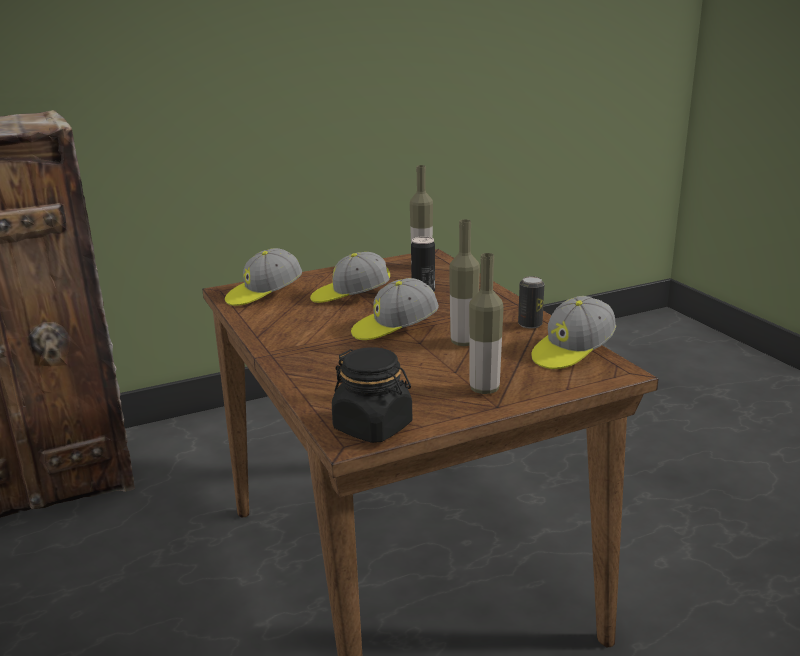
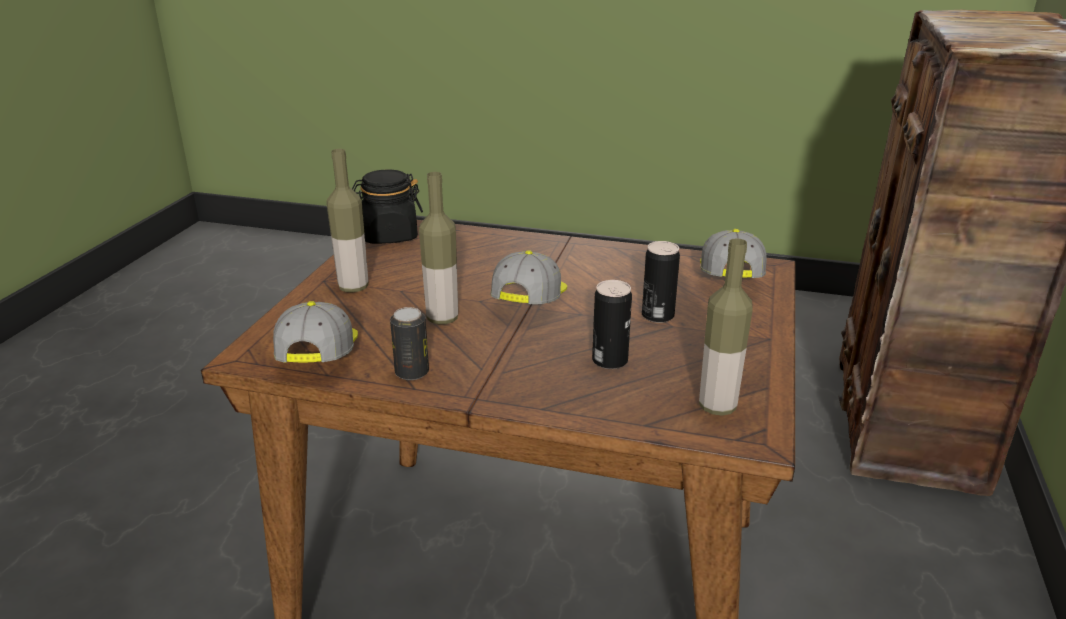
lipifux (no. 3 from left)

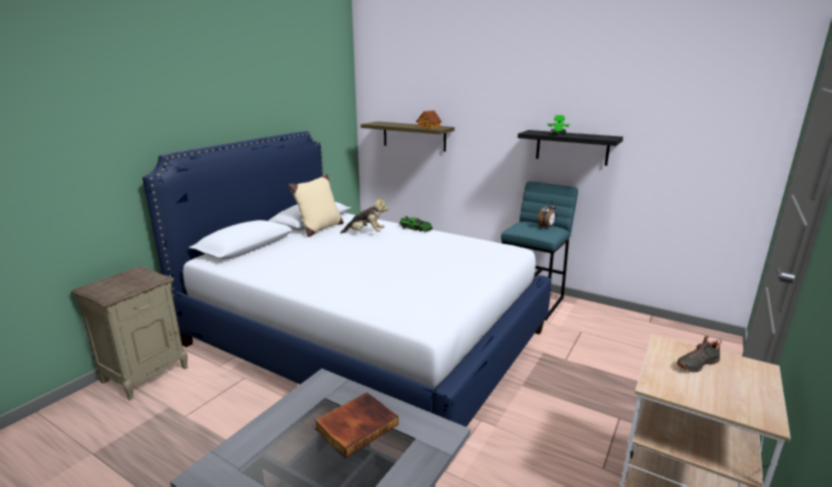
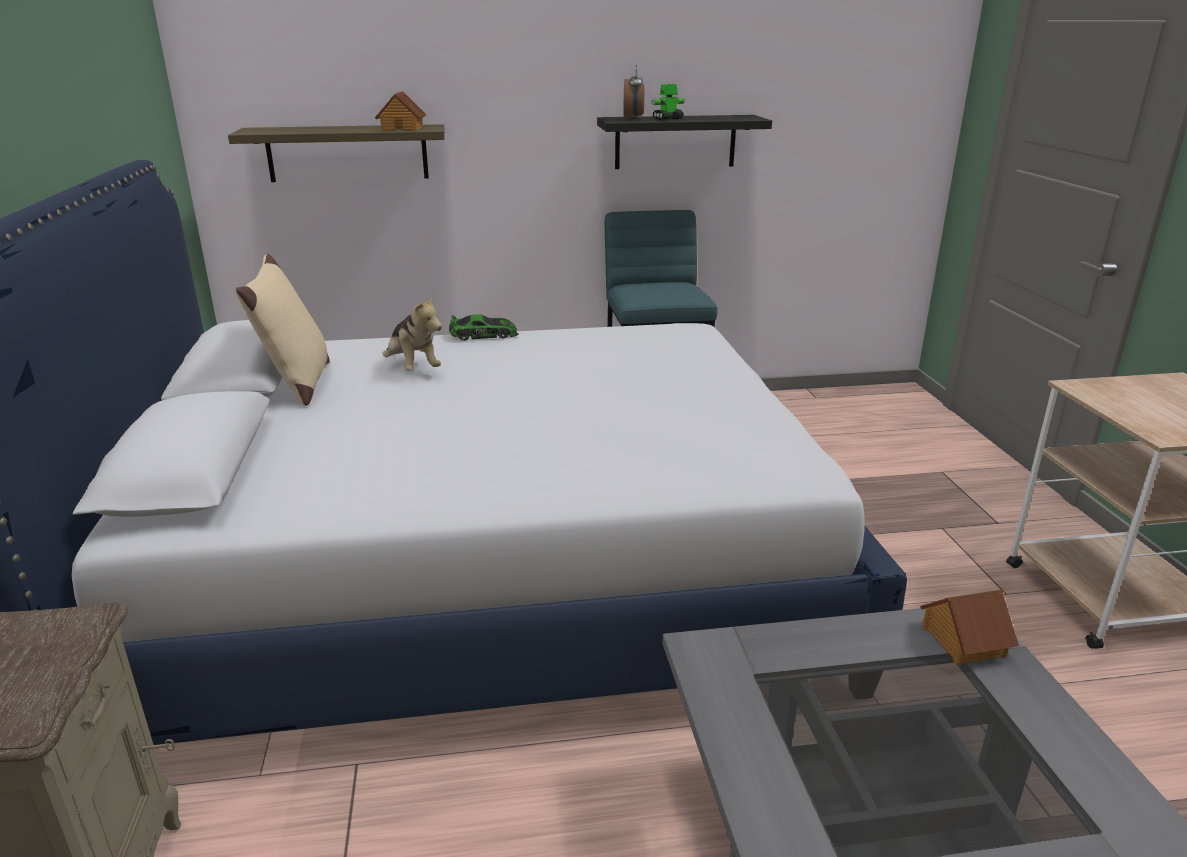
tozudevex; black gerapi; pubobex (no. 2 from left); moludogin; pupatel

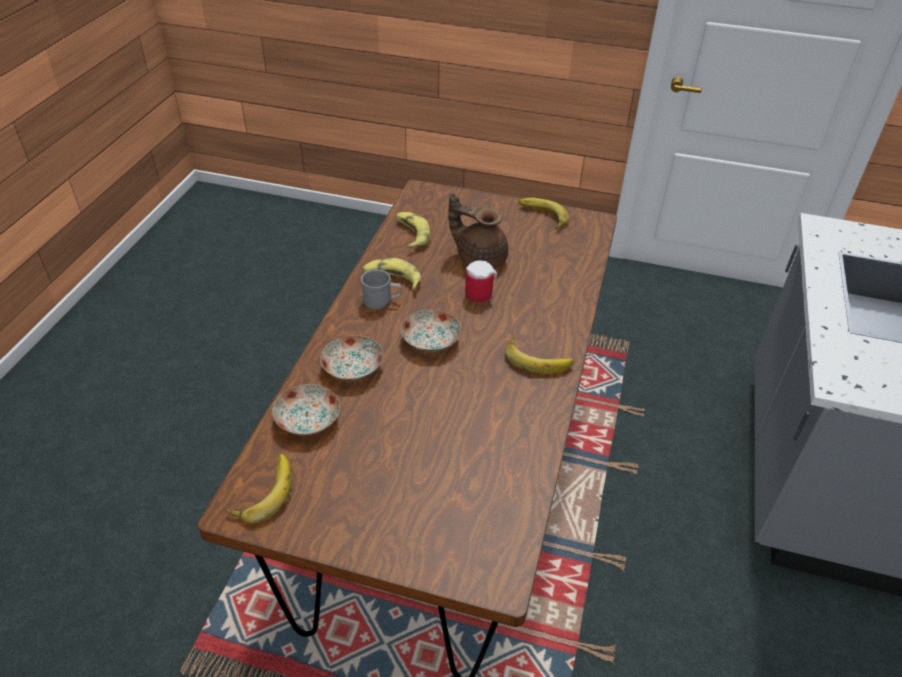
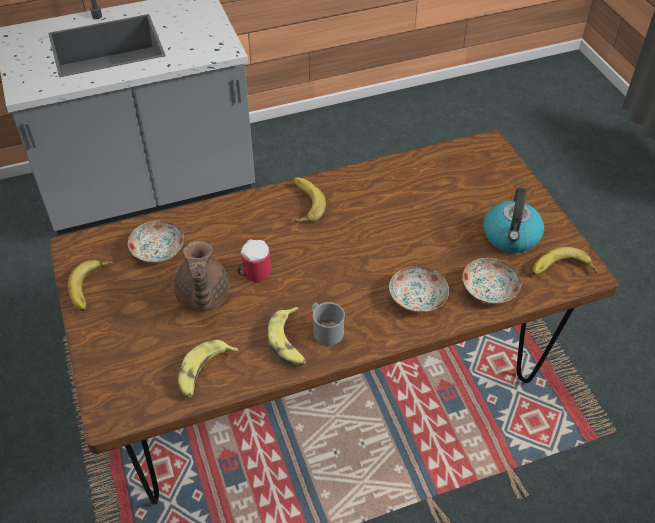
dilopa; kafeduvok (no. 1 from left)

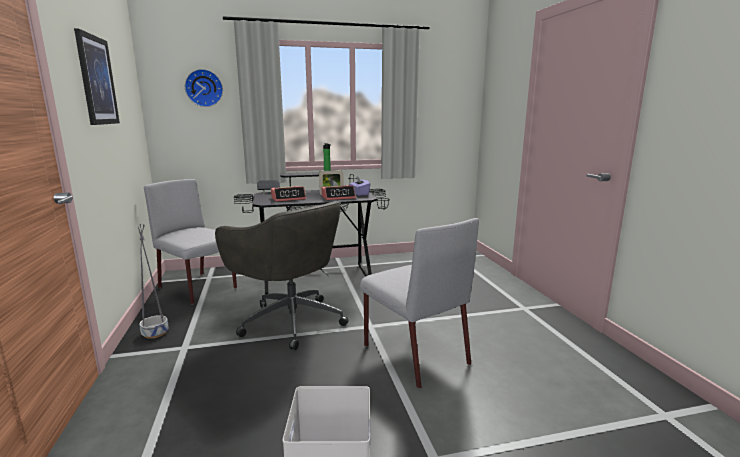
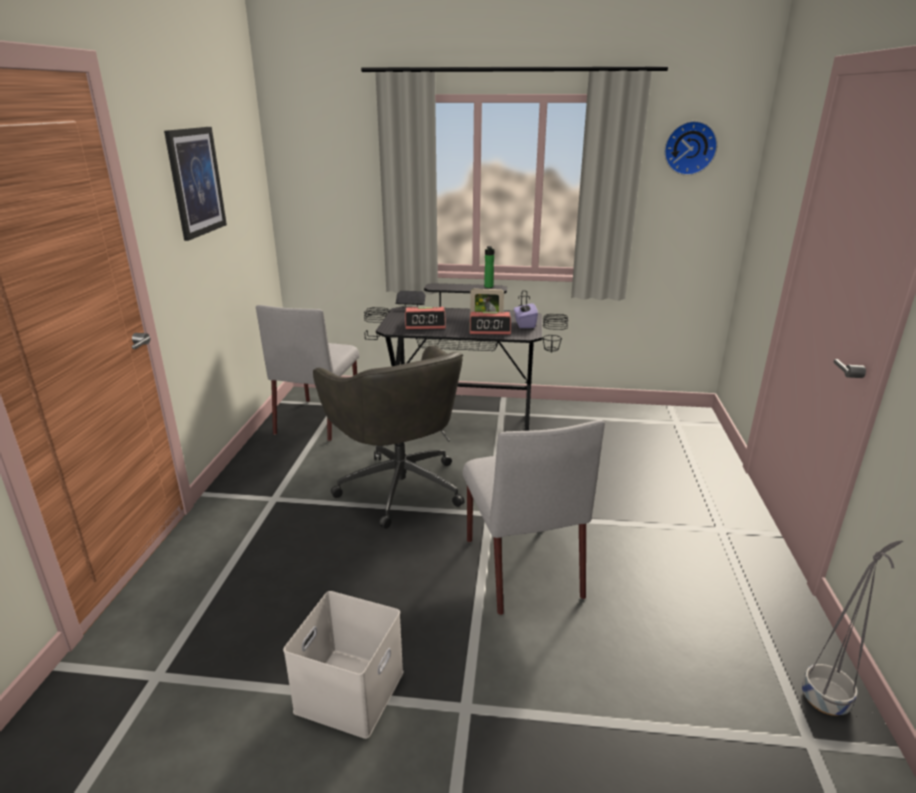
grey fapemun; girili; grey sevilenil (no. 1 from left)

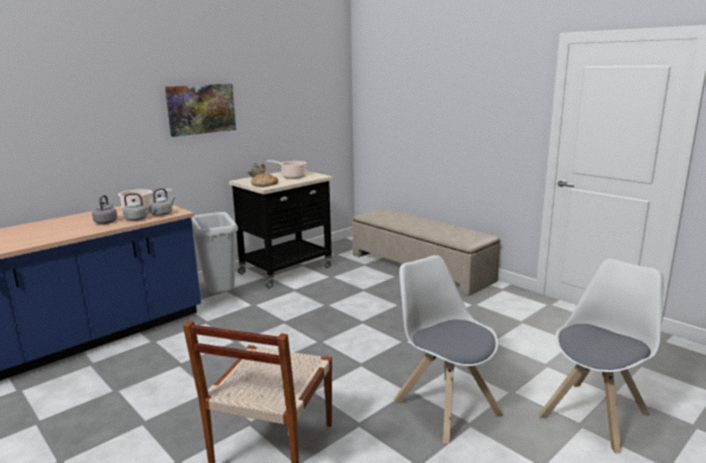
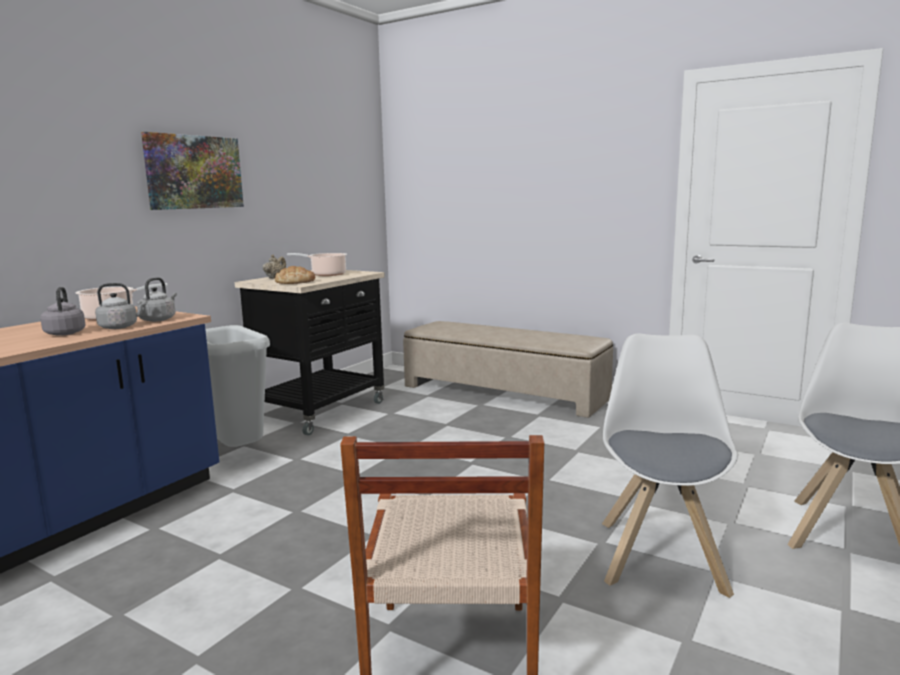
sevilenil (no. 2 from left)

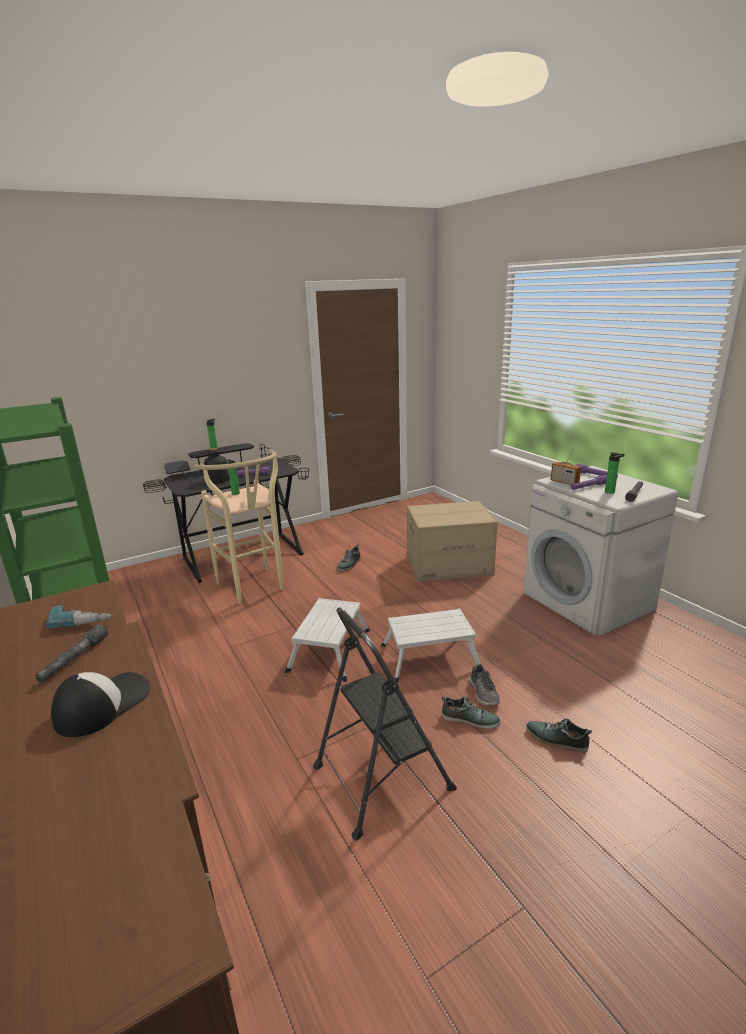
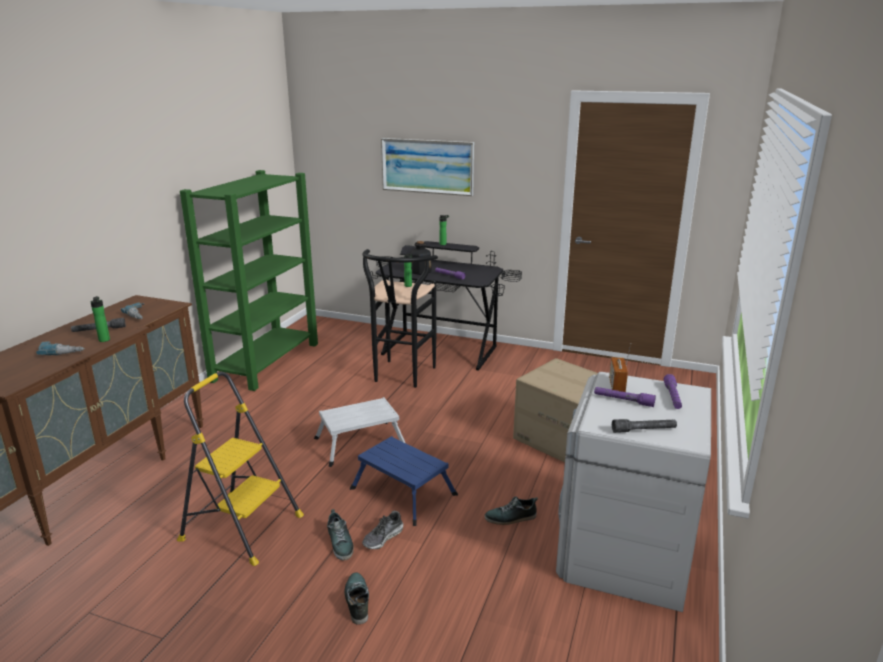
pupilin; gerapi (no. 4 from left); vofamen (no. 1 from left); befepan (no. 1 from left); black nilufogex; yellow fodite; blue fodite

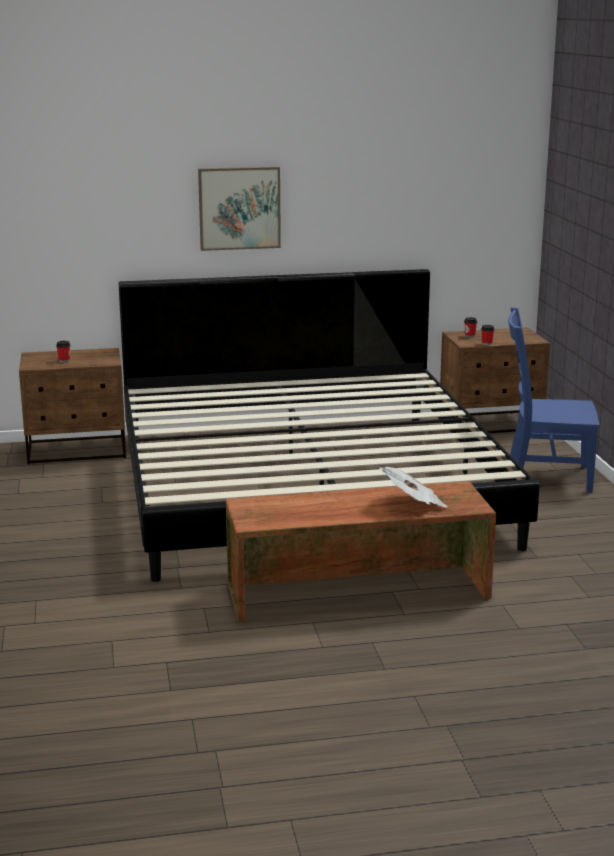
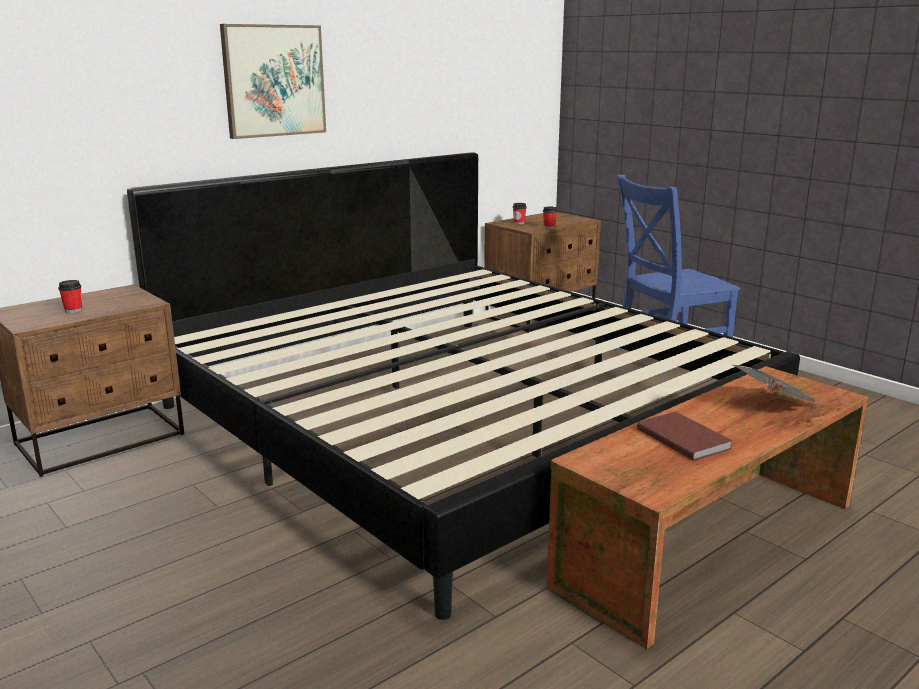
brown tozudevex

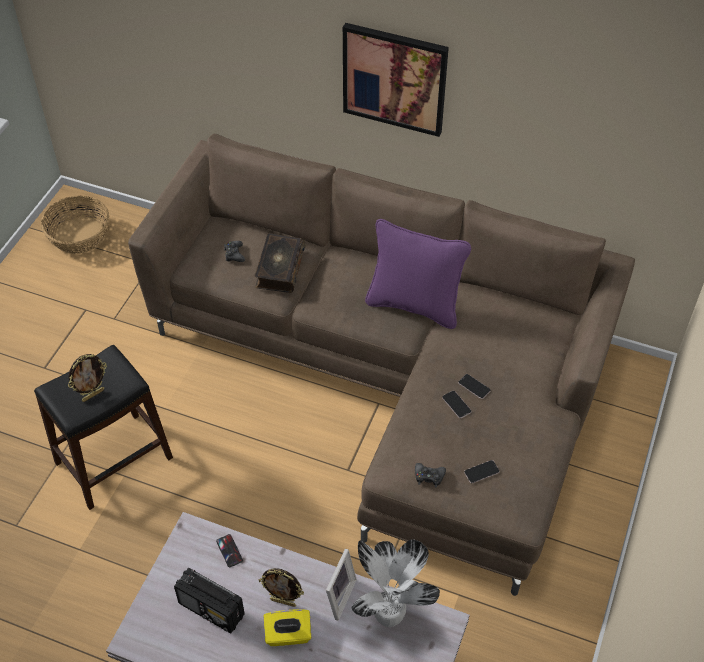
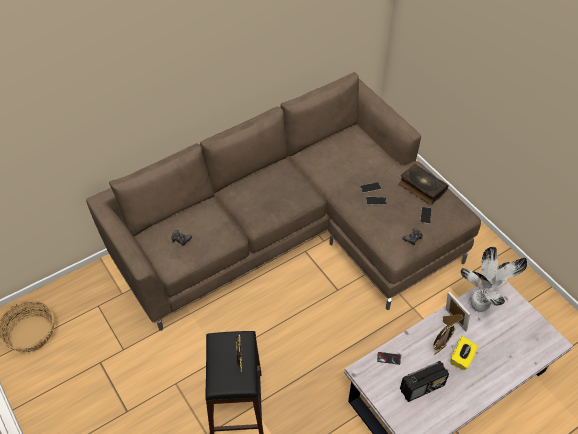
pupilin; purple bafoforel; tozudevex

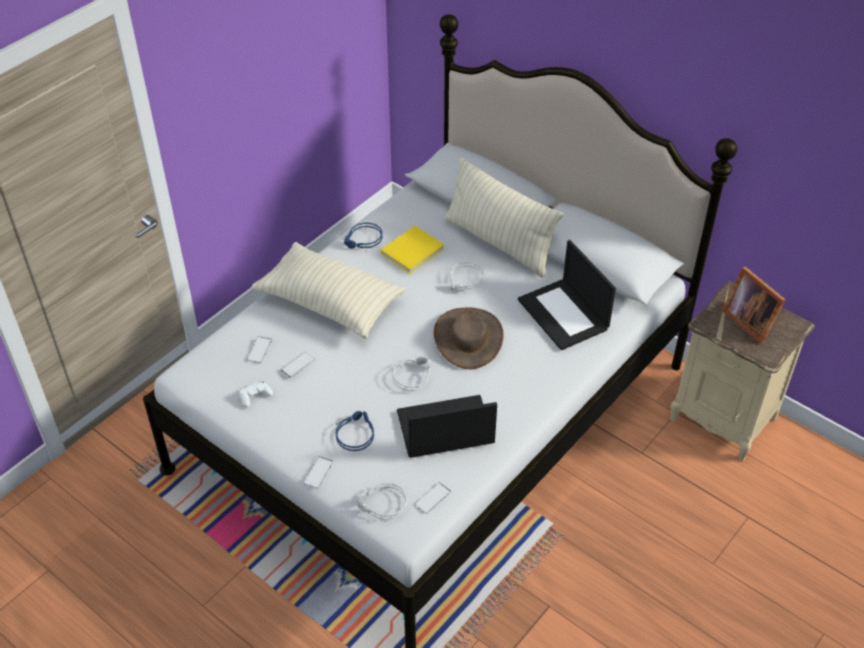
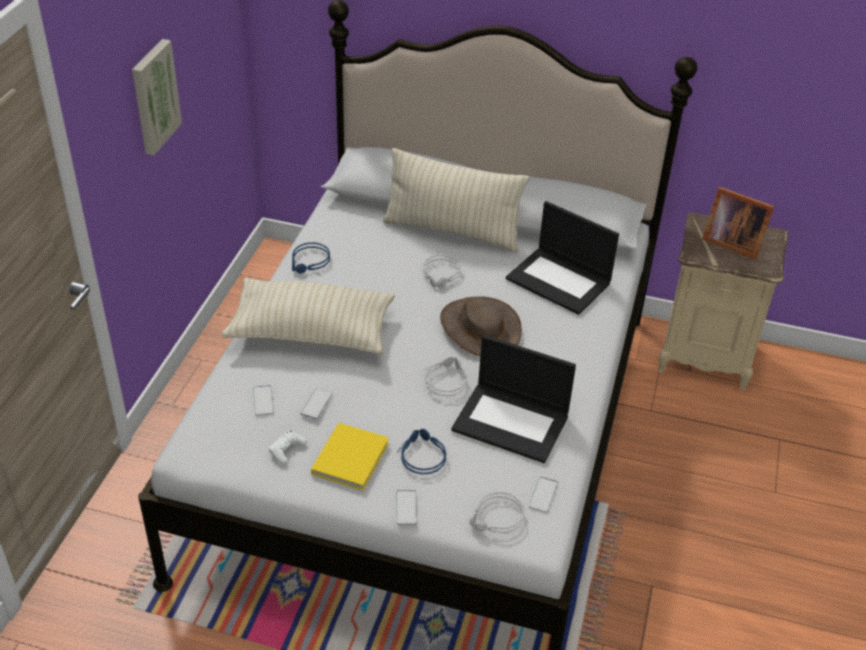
pupilin; yellow tozudevex; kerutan (no. 1 from left)

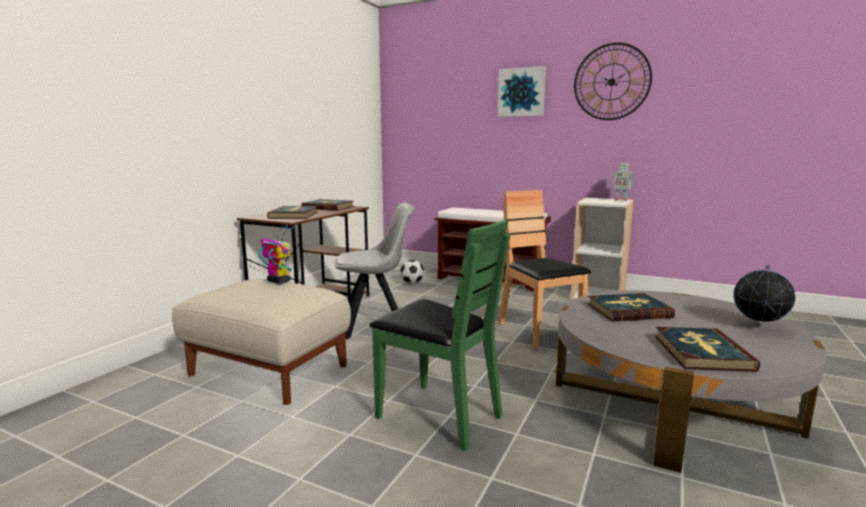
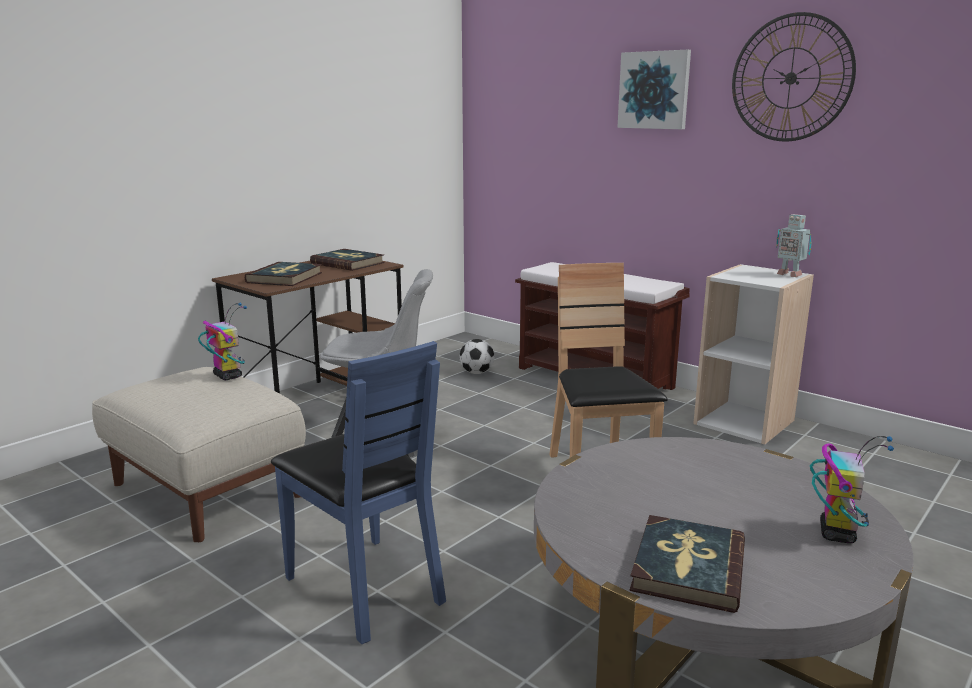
tozudevex (no. 3 from left in the first image); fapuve (no. 3 from left); blue sevilenil

